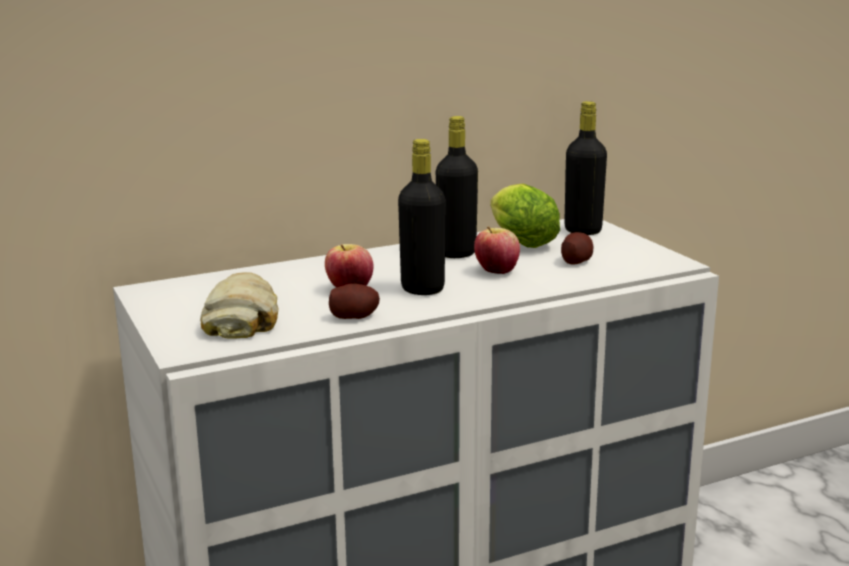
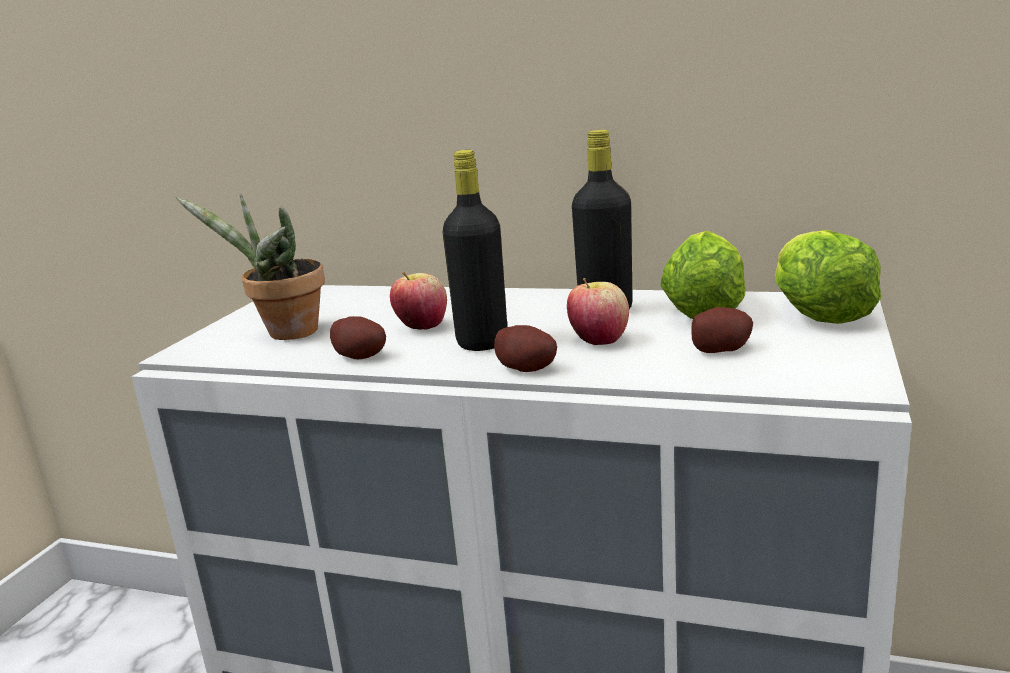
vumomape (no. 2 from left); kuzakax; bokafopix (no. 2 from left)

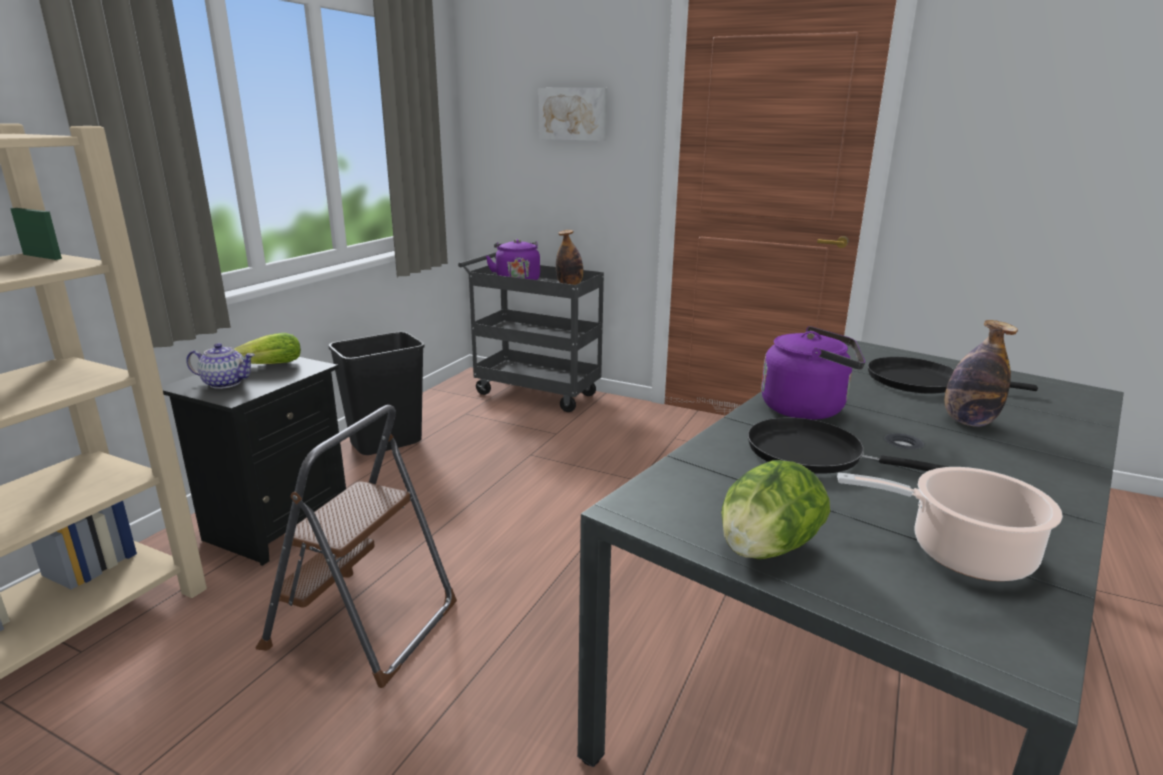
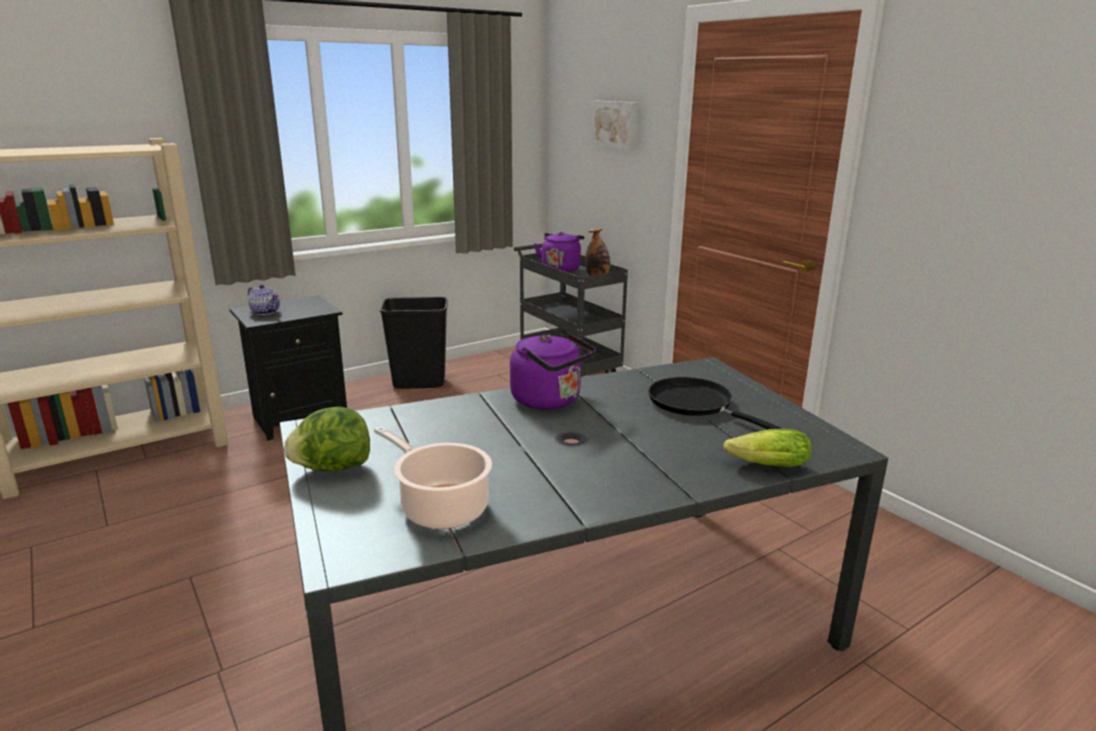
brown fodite; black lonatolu (no. 1 from left in the first image); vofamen (no. 2 from left in the first image); bokafopix (no. 2 from left)

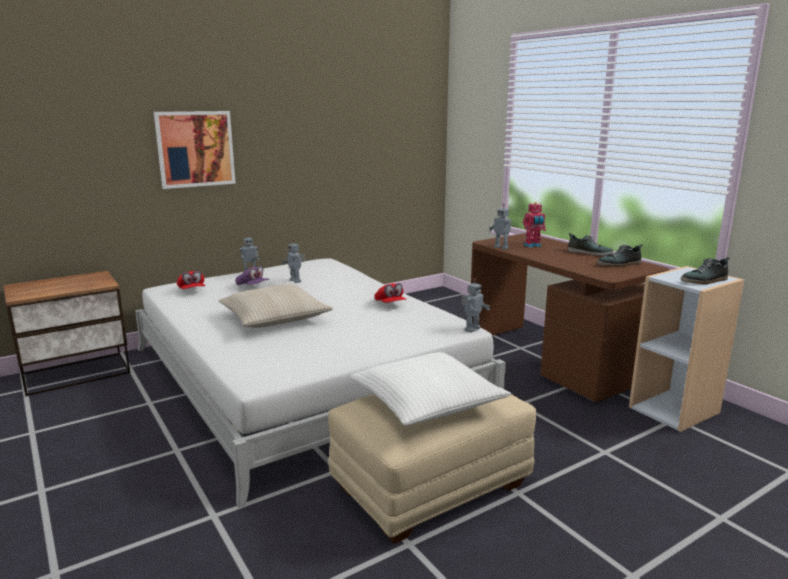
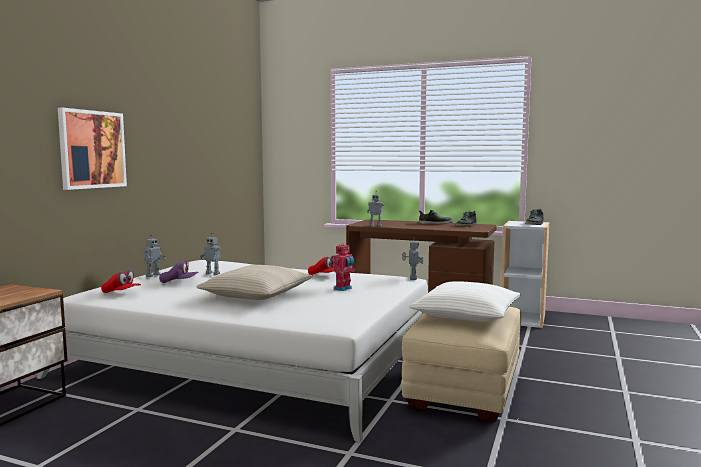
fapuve (no. 3 from left)

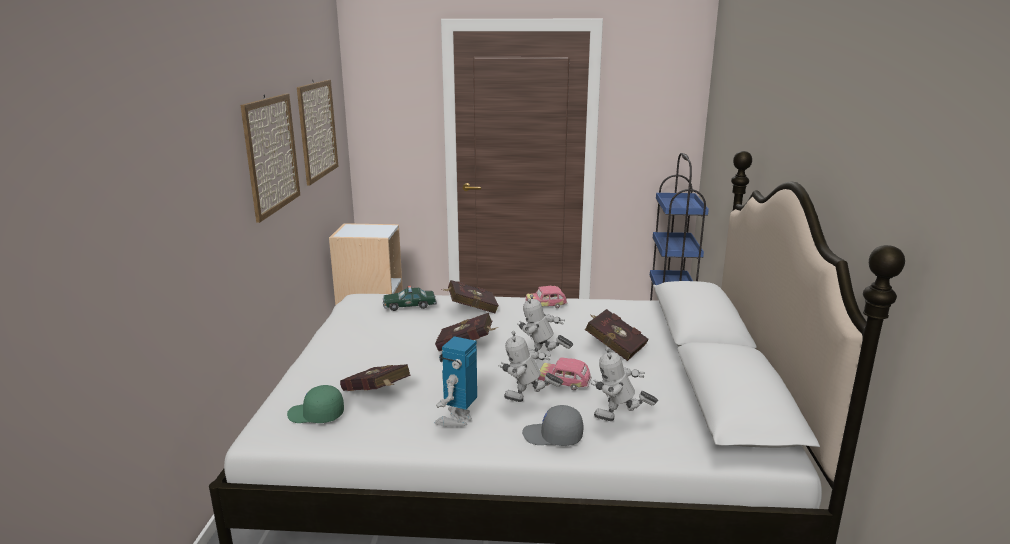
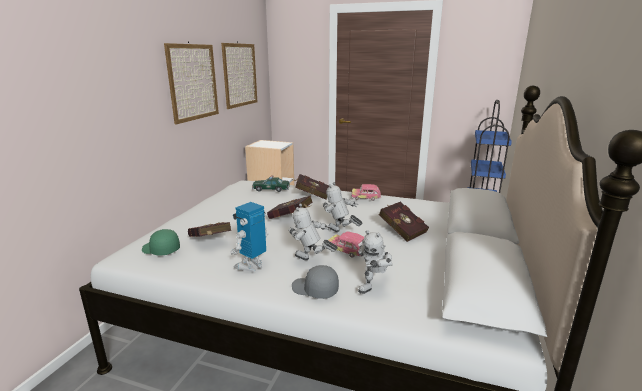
fapuve (no. 4 from left)

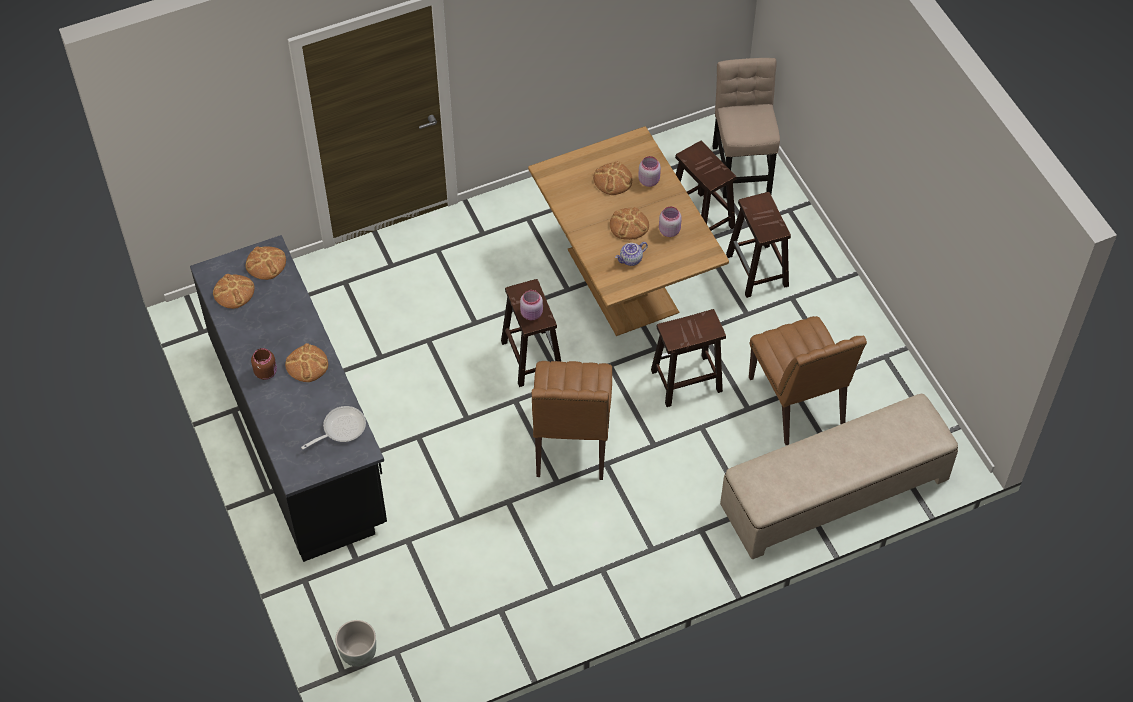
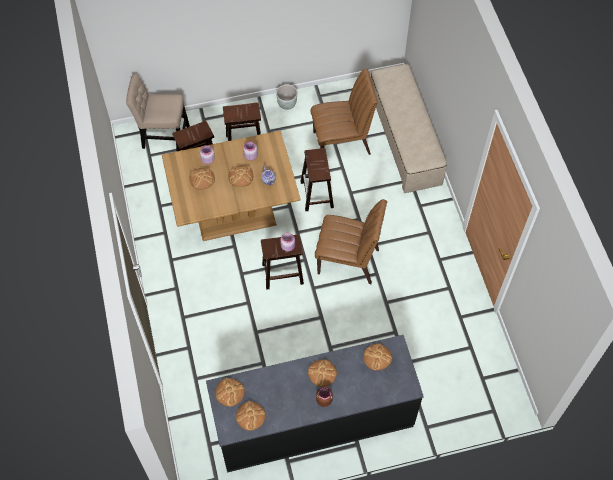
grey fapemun; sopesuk (no. 6 from left)

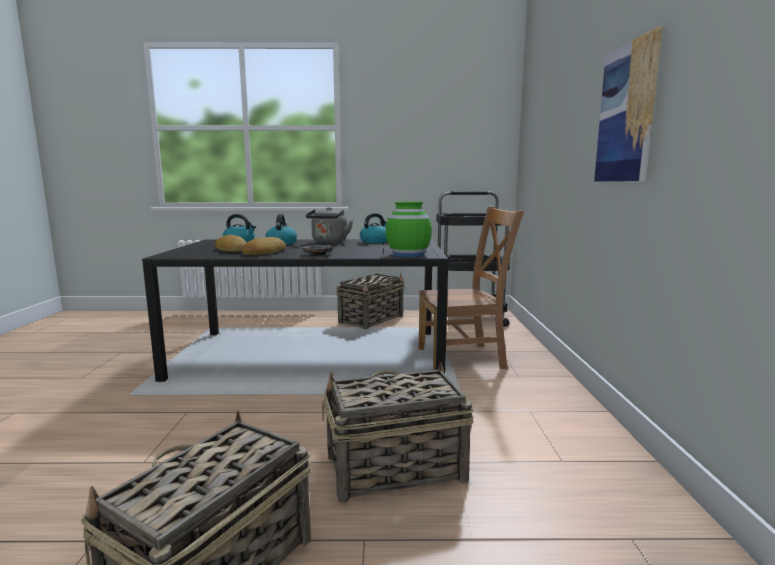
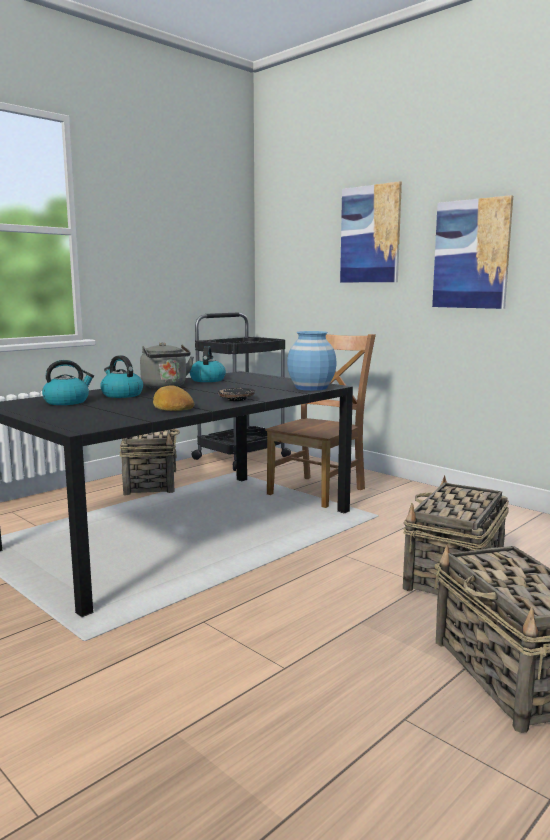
sopesuk (no. 1 from left in the first image); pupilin (no. 1 from left); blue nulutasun

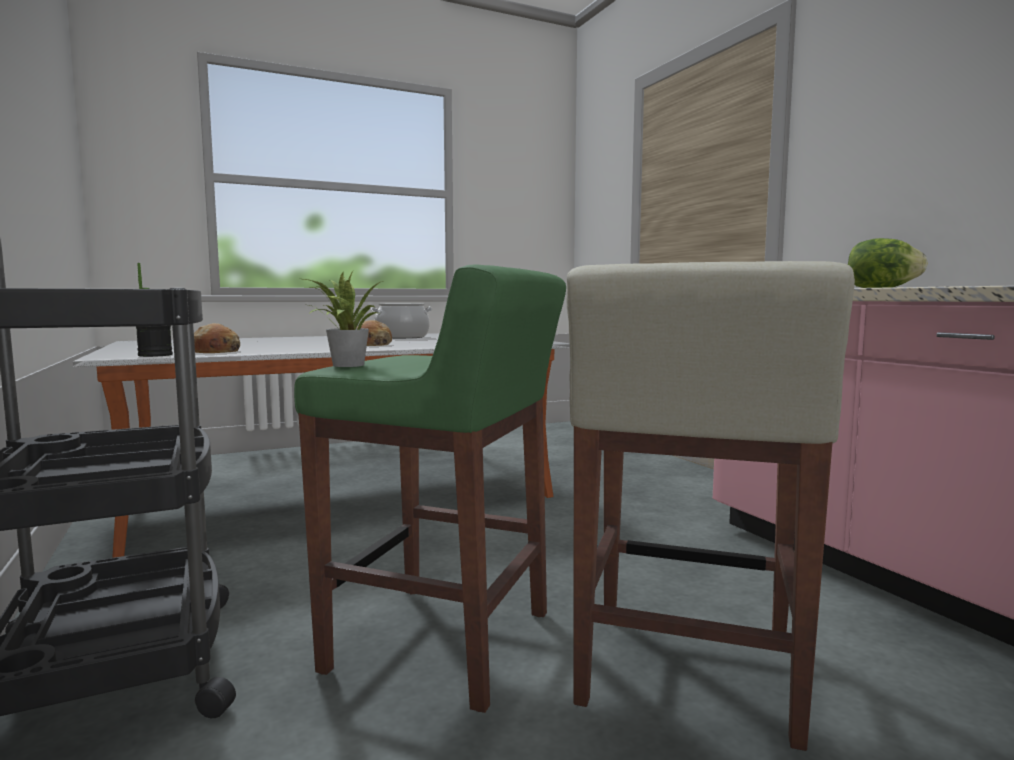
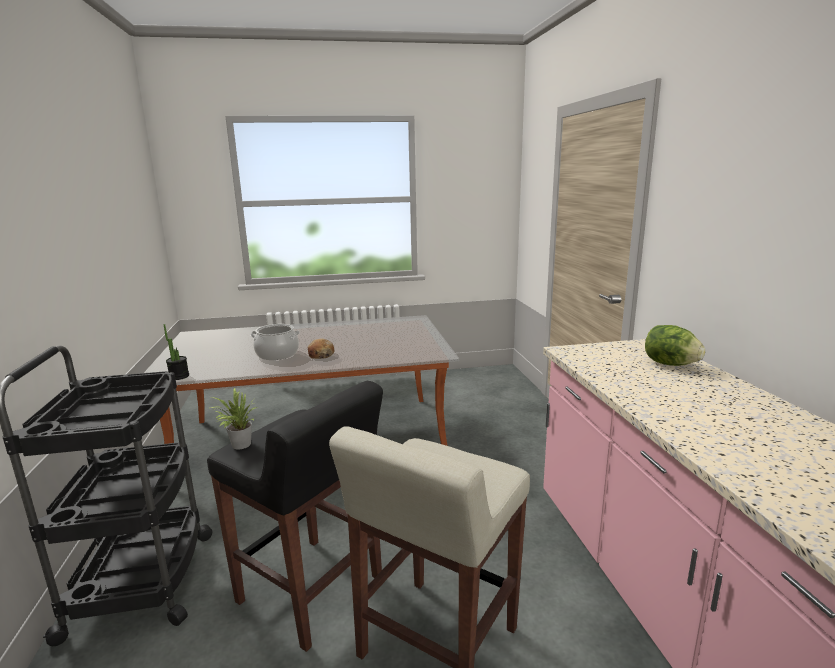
sopesuk (no. 1 from left in the first image); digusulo; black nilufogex

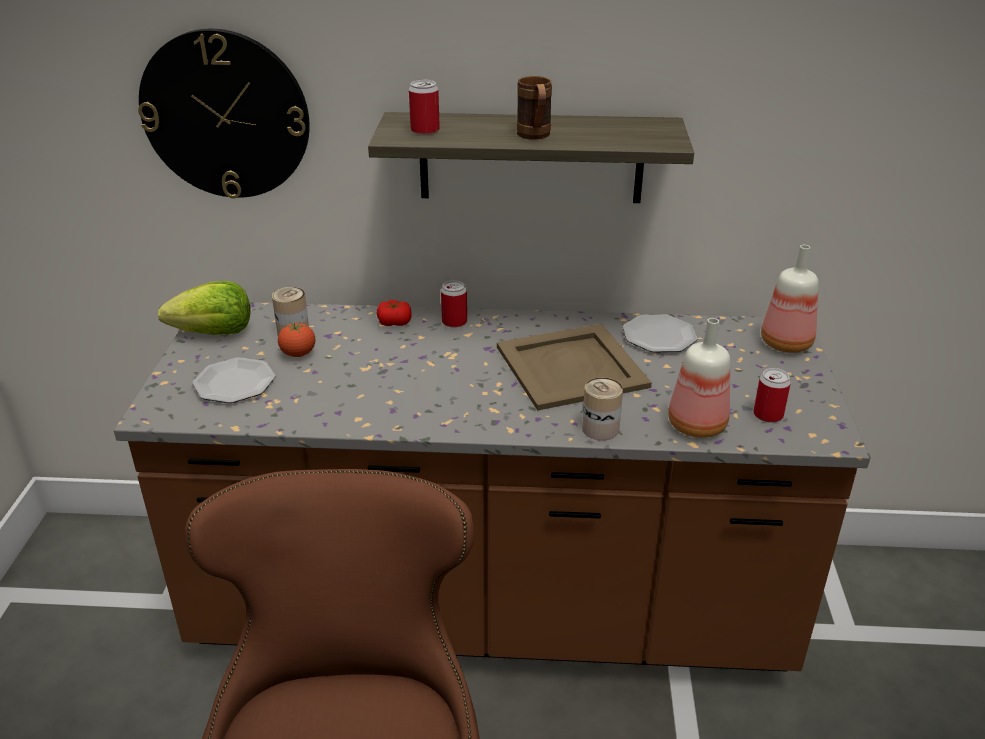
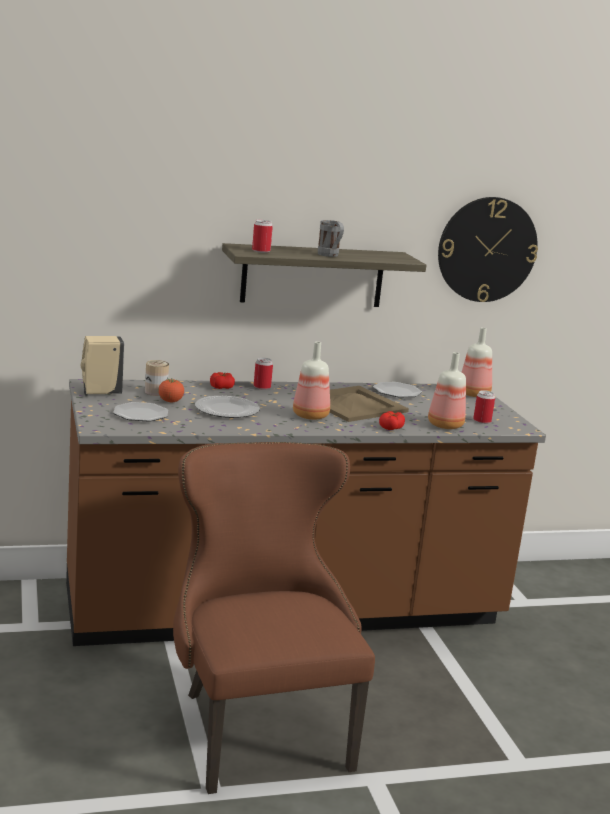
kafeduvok (no. 2 from left); vofamen (no. 1 from left); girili; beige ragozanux; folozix (no. 3 from left); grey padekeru

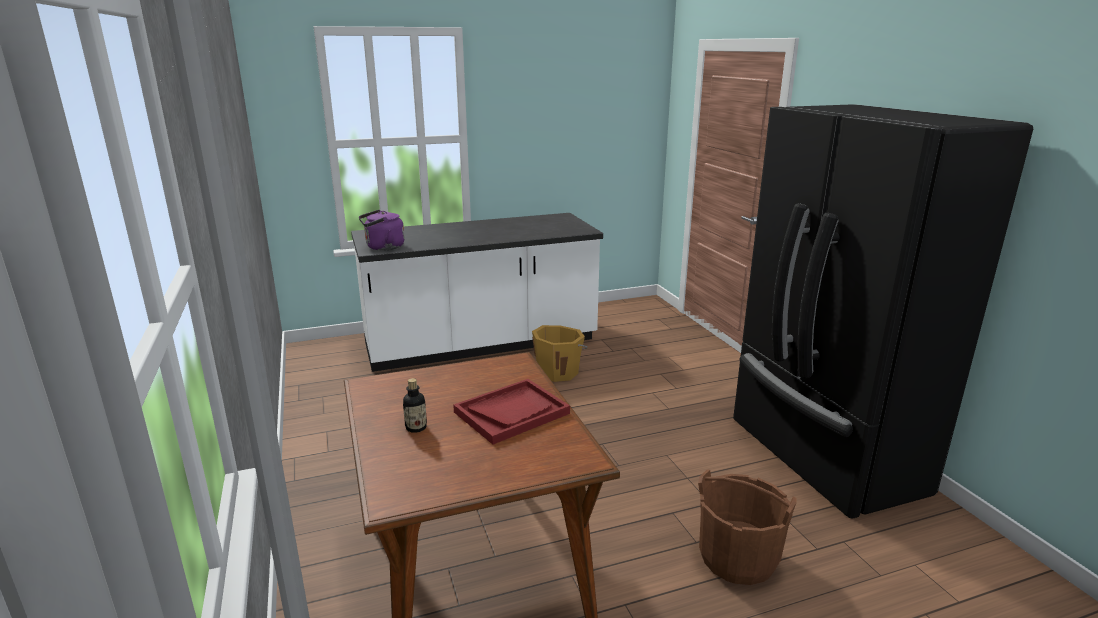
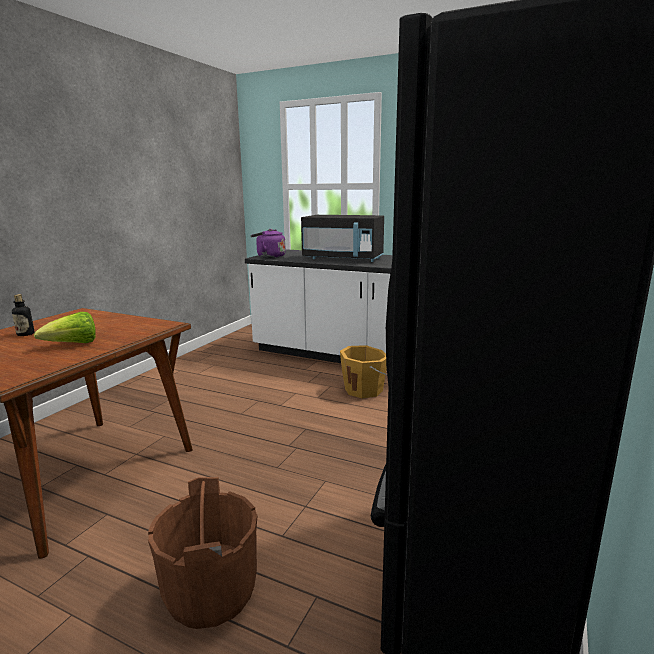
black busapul; bokafopix

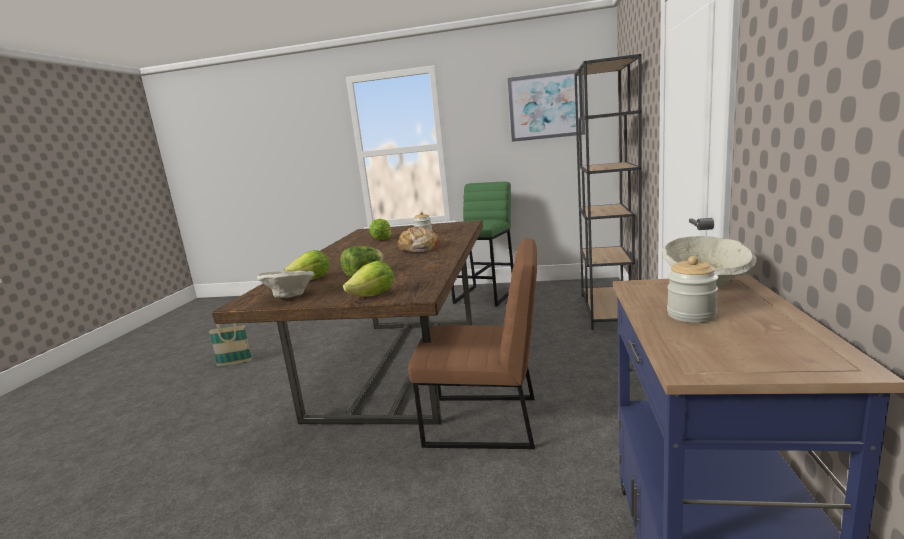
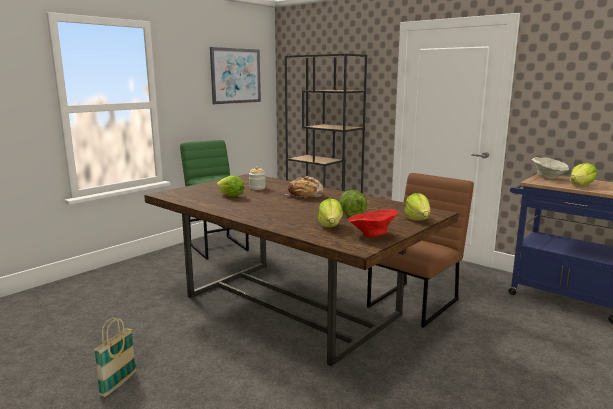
bokafopix (no. 5 from left); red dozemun

